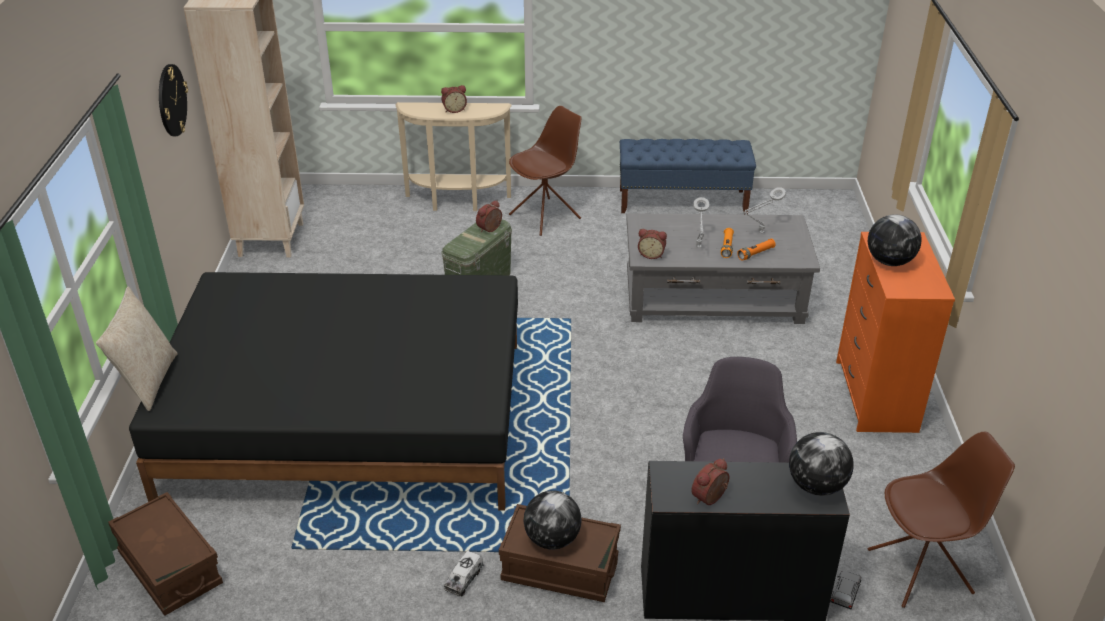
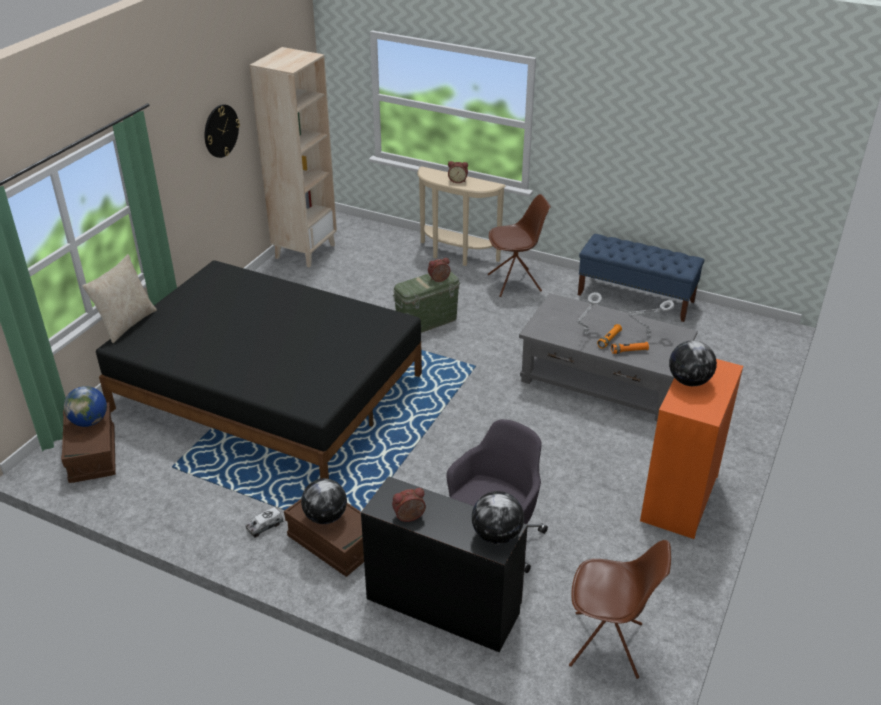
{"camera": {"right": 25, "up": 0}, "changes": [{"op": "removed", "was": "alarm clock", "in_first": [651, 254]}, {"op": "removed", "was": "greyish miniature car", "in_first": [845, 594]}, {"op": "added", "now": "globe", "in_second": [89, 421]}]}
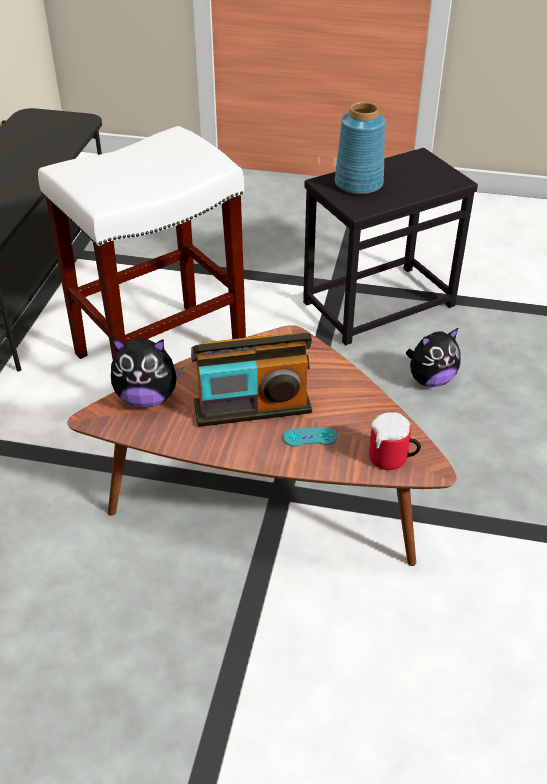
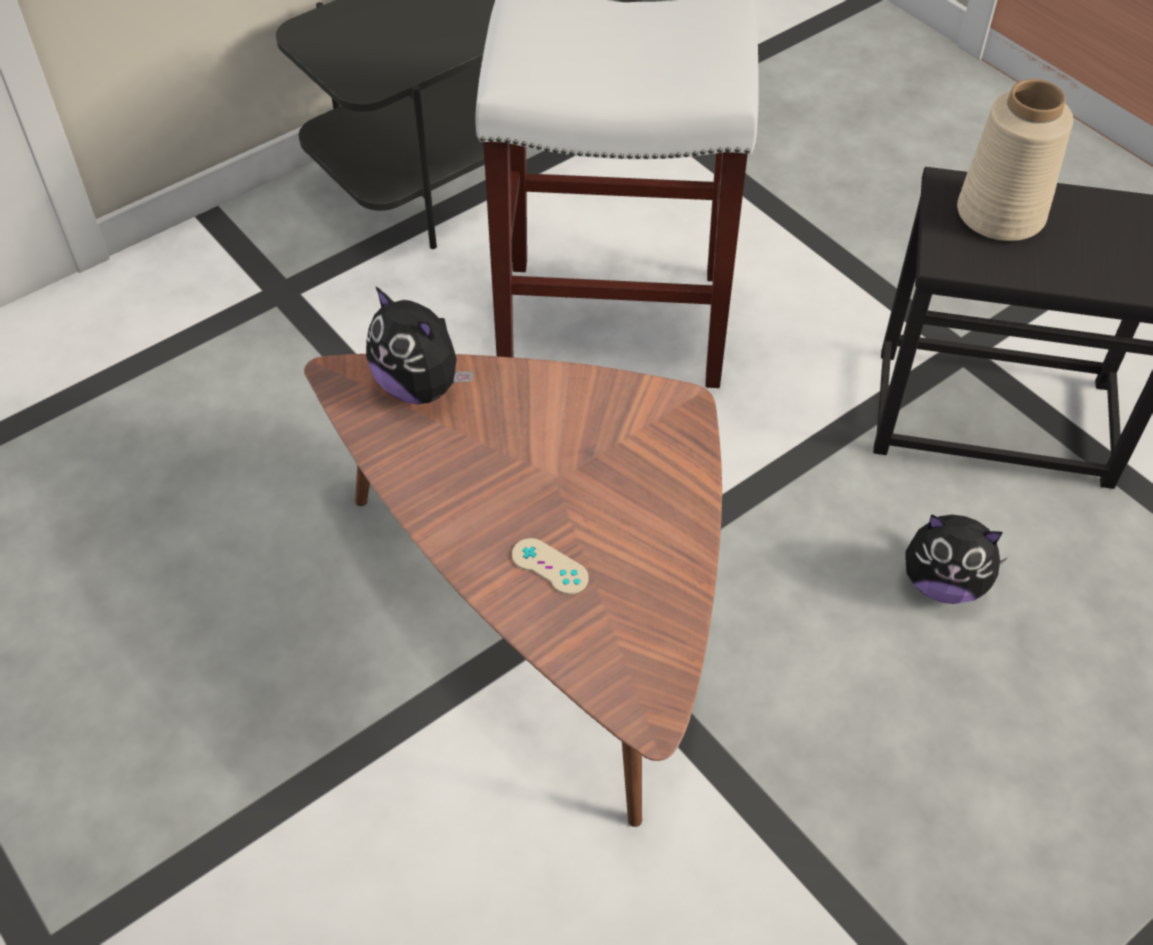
{"camera": {"right": 40, "up": 10}, "changes": [{"op": "recoloured", "was": "blue-coloured flower vase", "now": "beige flower vase", "in_first": [357, 184], "in_second": [999, 214]}, {"op": "removed", "was": "radio", "in_first": [252, 408]}, {"op": "removed", "was": "tea mug", "in_first": [392, 460]}, {"op": "recoloured", "was": "blue-green game controller", "now": "beige game controller", "in_first": [310, 437], "in_second": [550, 566]}]}
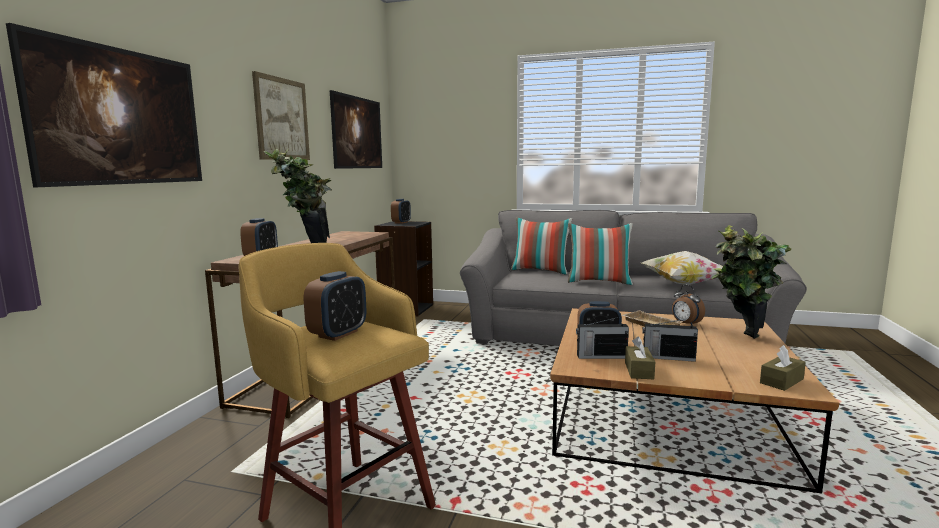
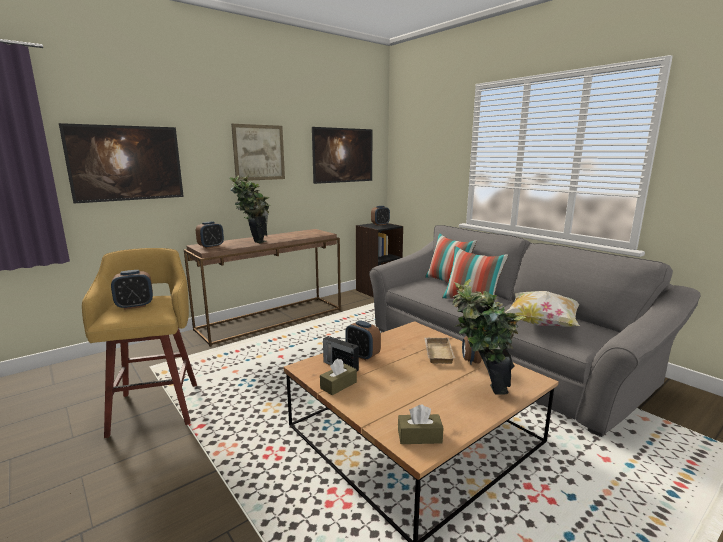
{"camera": {"right": 35, "up": 5}, "changes": [{"op": "removed", "was": "radio", "in_first": [667, 357]}]}
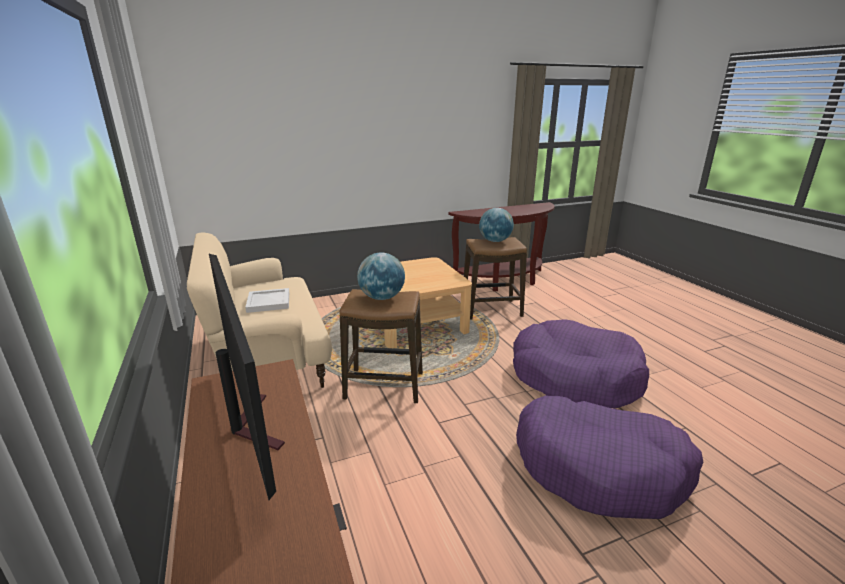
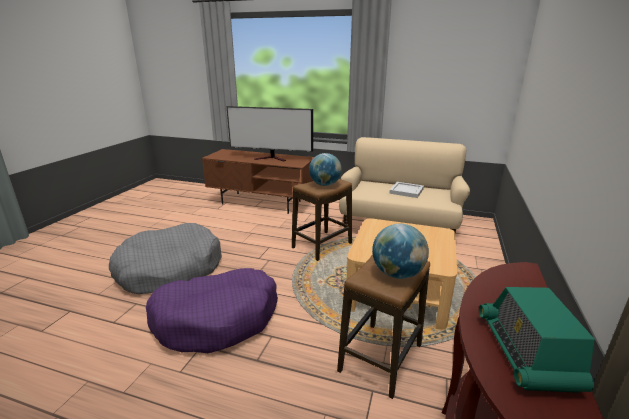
{"camera": {"right": 130, "up": 0}, "changes": [{"op": "recoloured", "was": "purple-coloured pet bed", "now": "greyish pet bed", "in_first": [600, 468], "in_second": [169, 269]}, {"op": "added", "now": "radio", "in_second": [526, 352]}]}
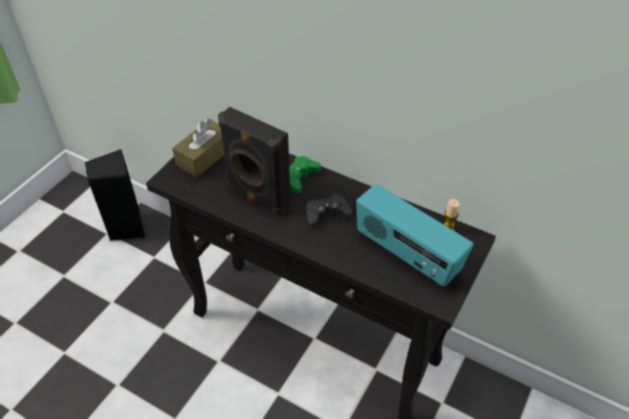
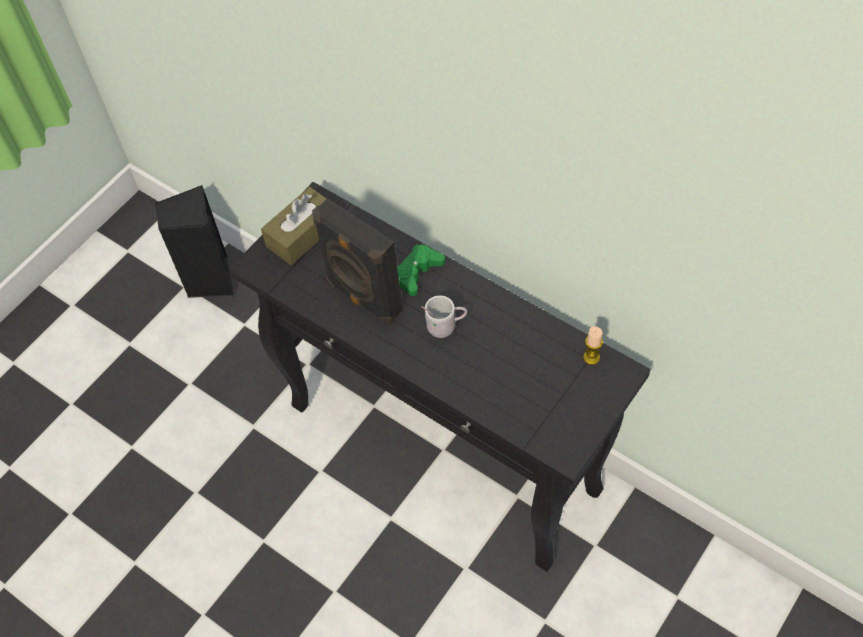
{"camera": {"right": 10, "up": 10}, "changes": [{"op": "removed", "was": "radio", "in_first": [406, 254]}, {"op": "replaced", "was": "black game controller", "now": "white tea mug", "in_first": [327, 214], "in_second": [445, 327]}]}
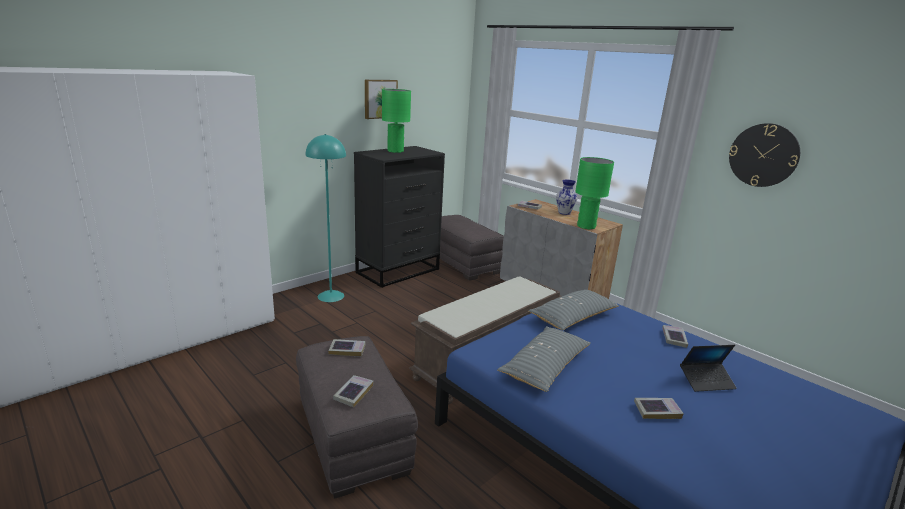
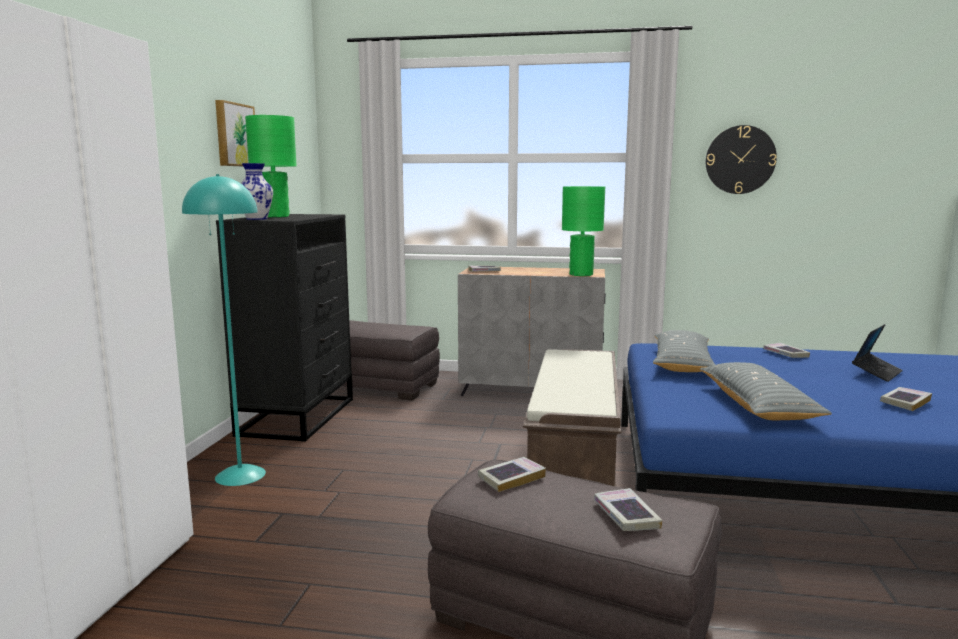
{"camera": {"right": -35, "up": -10}, "changes": [{"op": "moved", "was": "flower vase", "in_first": [564, 213], "in_second": [256, 219]}]}
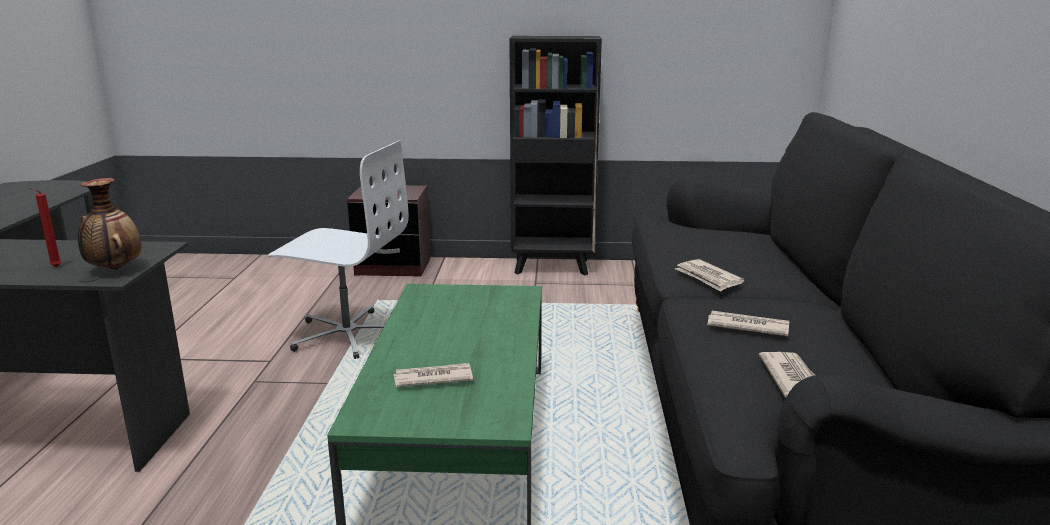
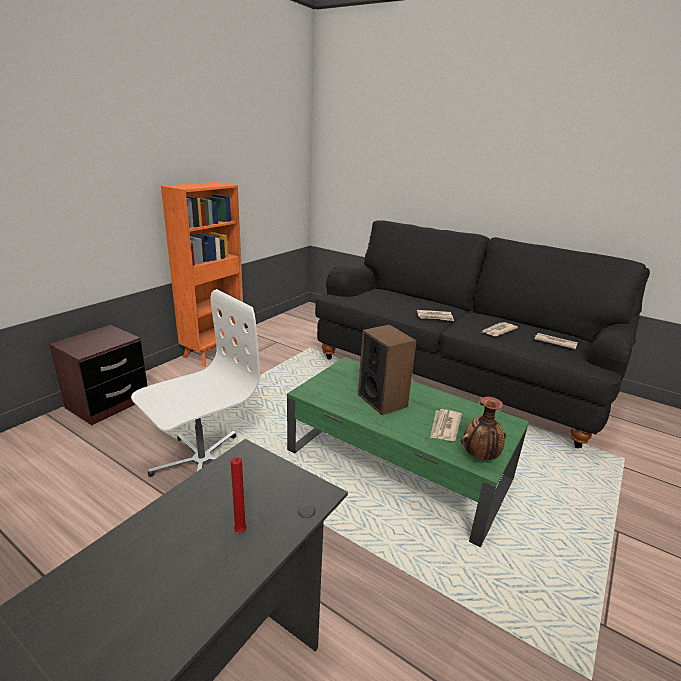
{"camera": {"right": -60, "up": 5}, "changes": [{"op": "recoloured", "was": "black bookshelf", "now": "orangey bookshelf", "in_first": [553, 267], "in_second": [214, 352]}, {"op": "moved", "was": "flower vase", "in_first": [114, 269], "in_second": [480, 456]}, {"op": "added", "now": "speaker", "in_second": [382, 400]}]}
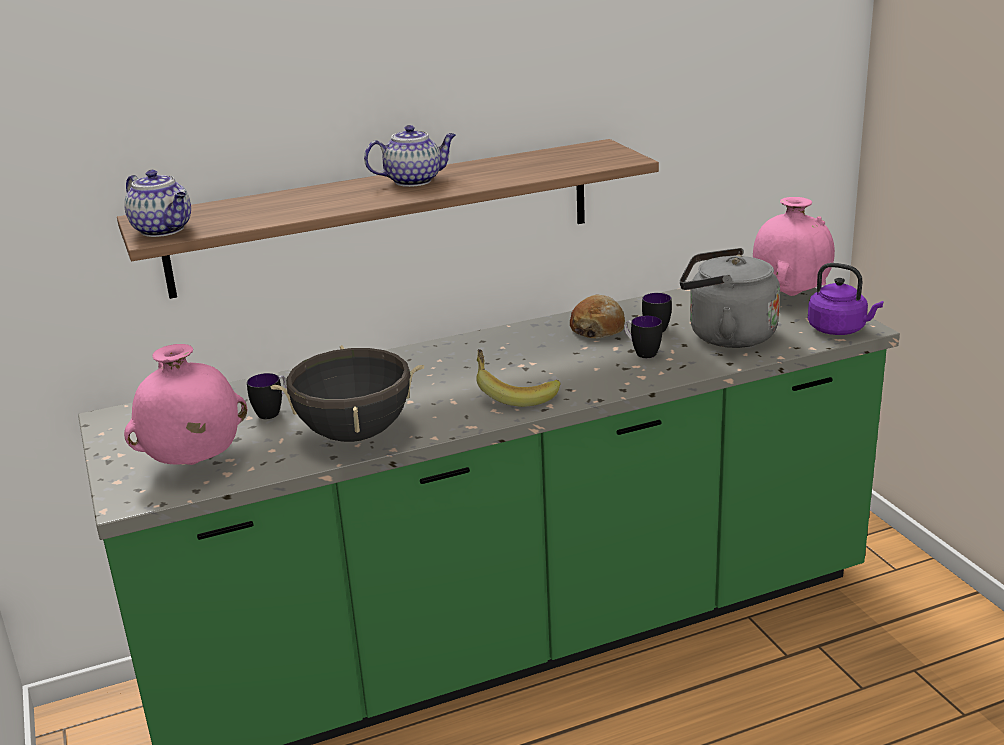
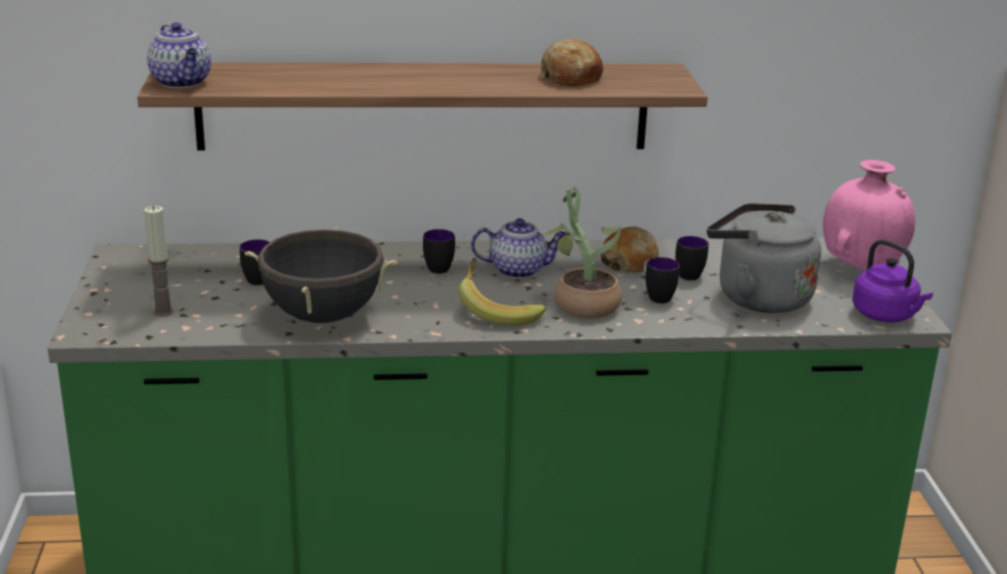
{"camera": {"right": 15, "up": 0}, "changes": [{"op": "moved", "was": "teapot", "in_first": [414, 181], "in_second": [519, 270]}, {"op": "replaced", "was": "pink-coloured flower vase", "now": "wax light", "in_first": [194, 463], "in_second": [163, 312]}, {"op": "added", "now": "bakery bread", "in_second": [570, 78]}, {"op": "added", "now": "potted plant", "in_second": [580, 303]}, {"op": "added", "now": "tea mug", "in_second": [435, 267]}]}
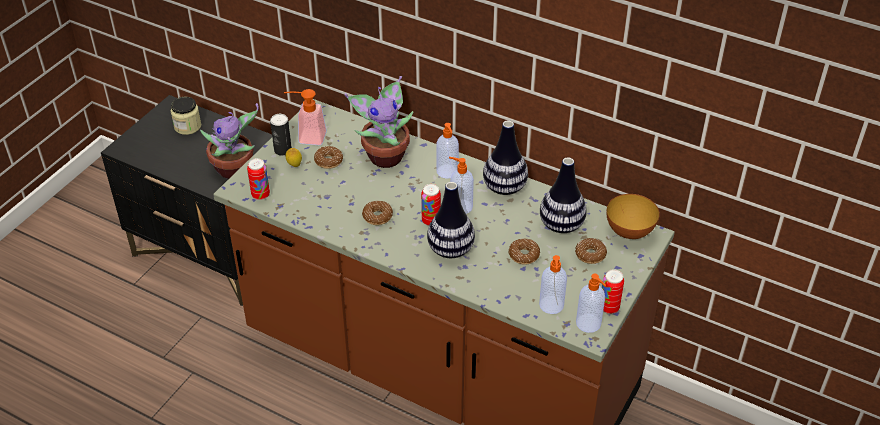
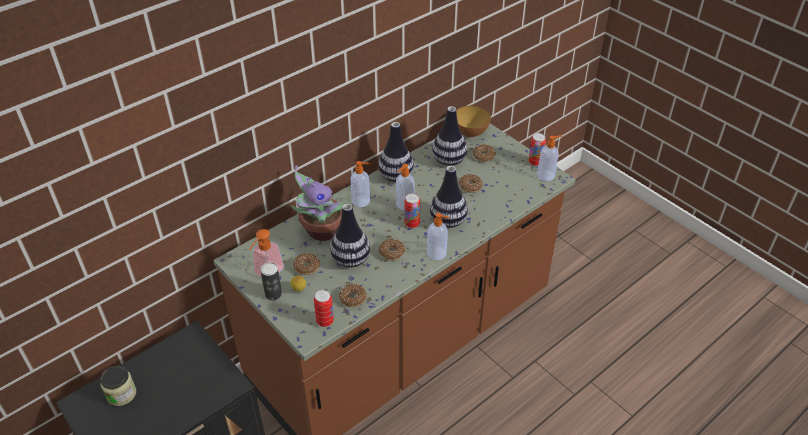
{"camera": {"right": -70, "up": 0}, "changes": [{"op": "removed", "was": "potted plant", "in_first": [234, 170]}, {"op": "moved", "was": "soap dispenser", "in_first": [551, 306], "in_second": [437, 253]}, {"op": "added", "now": "flower vase", "in_second": [350, 260]}, {"op": "added", "now": "doughnut", "in_second": [353, 298]}]}
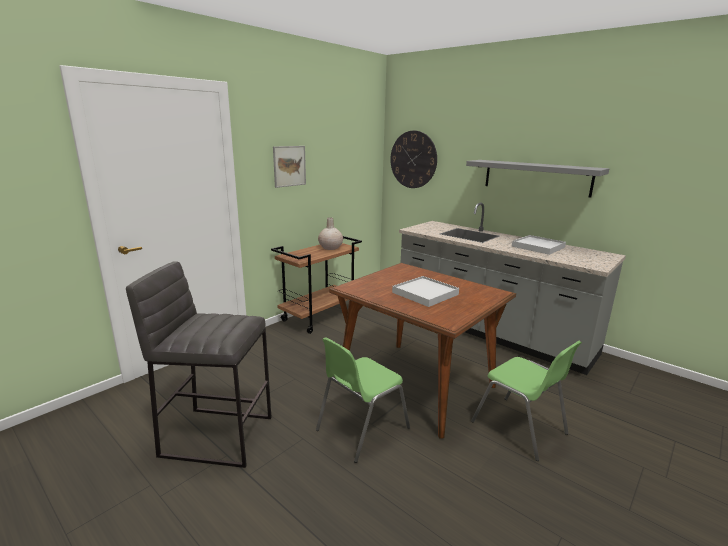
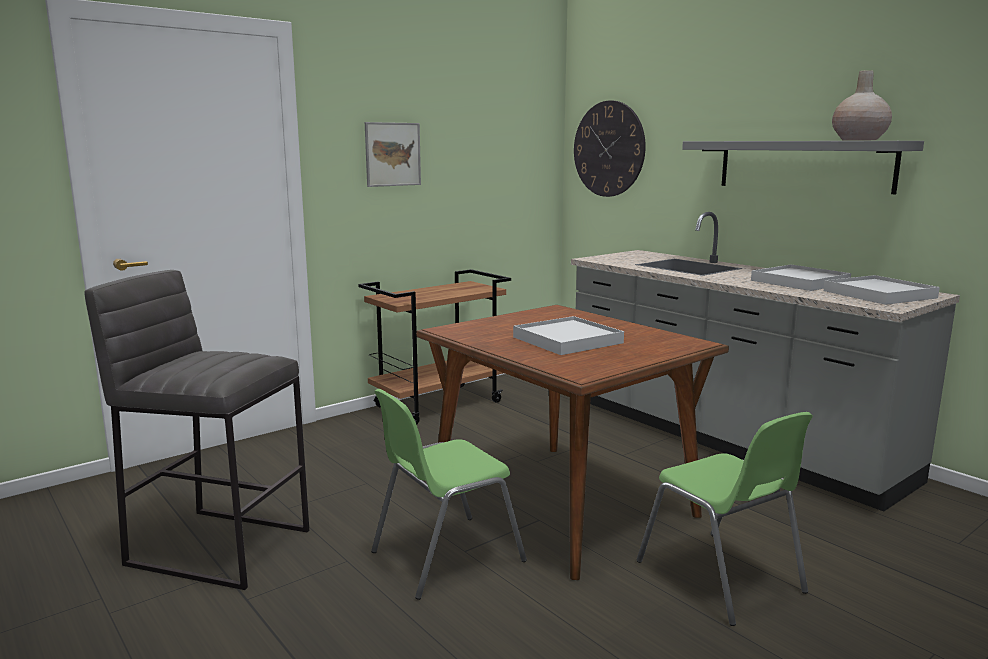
{"camera": {"right": 10, "up": -5}, "changes": [{"op": "moved", "was": "beige flower vase", "in_first": [330, 248], "in_second": [858, 140]}, {"op": "added", "now": "white carrying tray", "in_second": [878, 294]}]}
